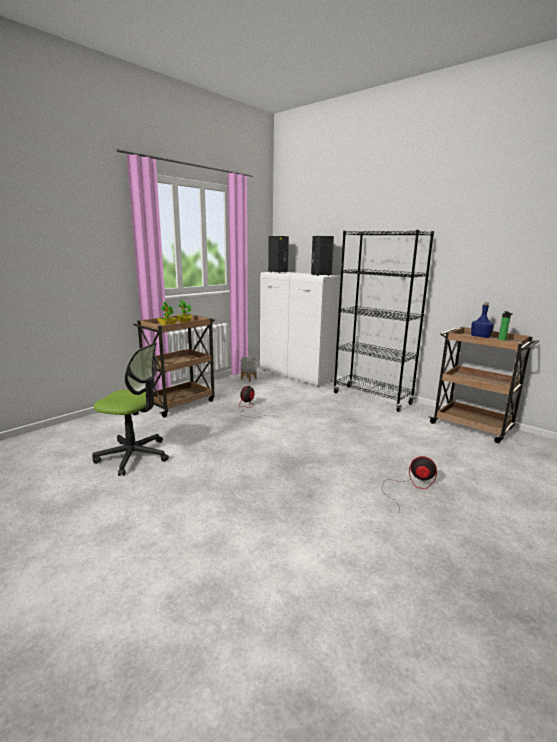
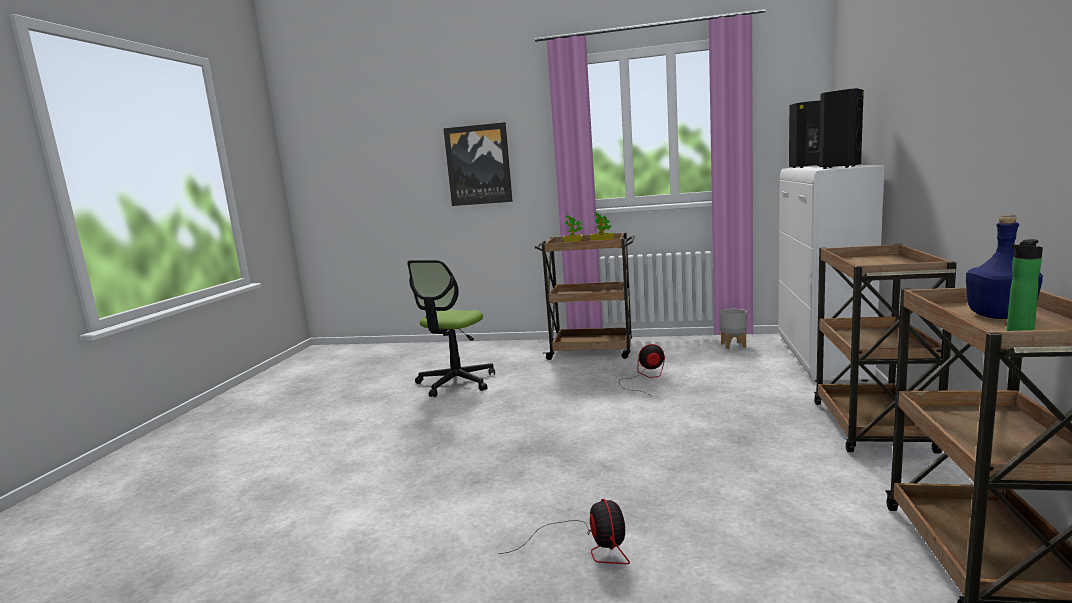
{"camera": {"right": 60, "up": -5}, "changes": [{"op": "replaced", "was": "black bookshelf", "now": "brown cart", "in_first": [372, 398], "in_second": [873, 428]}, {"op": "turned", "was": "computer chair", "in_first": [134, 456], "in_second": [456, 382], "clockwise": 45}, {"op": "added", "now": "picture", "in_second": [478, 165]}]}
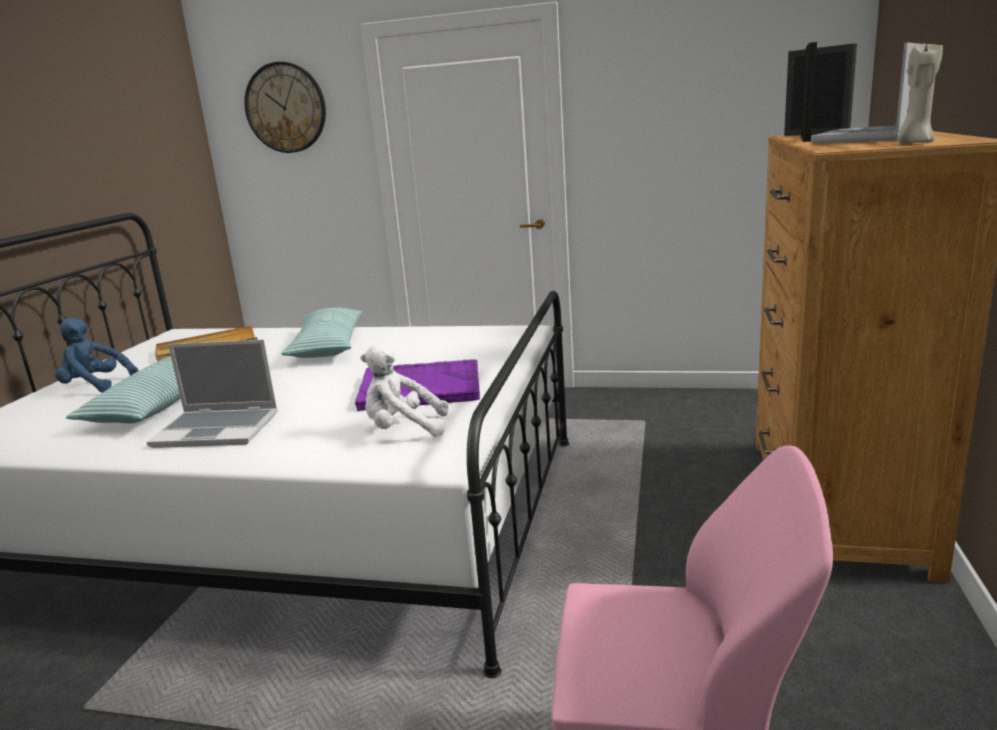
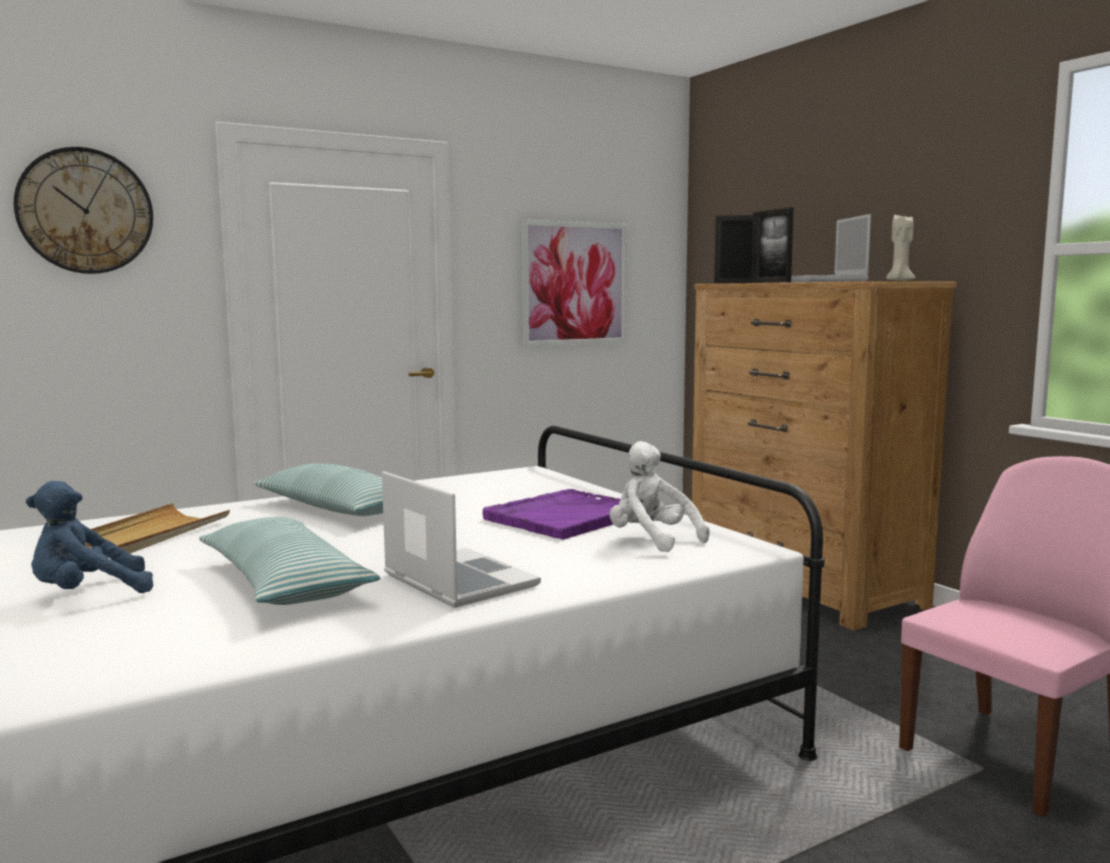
{"camera": {"right": -45, "up": -10}, "changes": [{"op": "turned", "was": "laptop", "in_first": [218, 429], "in_second": [457, 581], "clockwise": -90}, {"op": "turned", "was": "white cuddly toy", "in_first": [403, 429], "in_second": [651, 540], "clockwise": 90}, {"op": "added", "now": "picture", "in_second": [575, 283]}]}
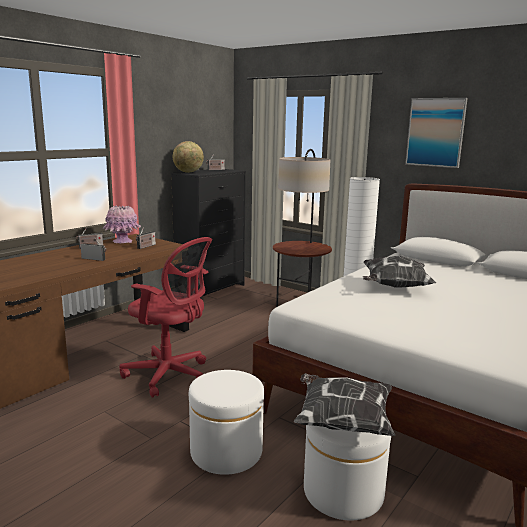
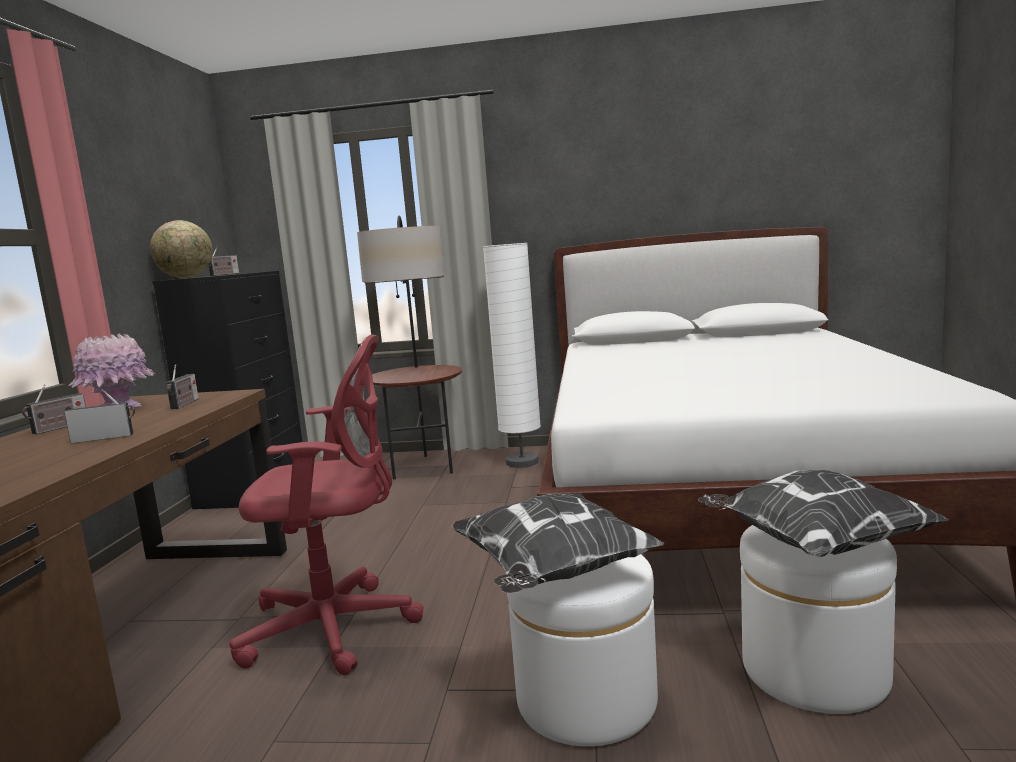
{"camera": {"right": -30, "up": -5}, "changes": [{"op": "removed", "was": "picture", "in_first": [435, 132]}, {"op": "moved", "was": "throw pillow", "in_first": [394, 287], "in_second": [552, 574]}]}
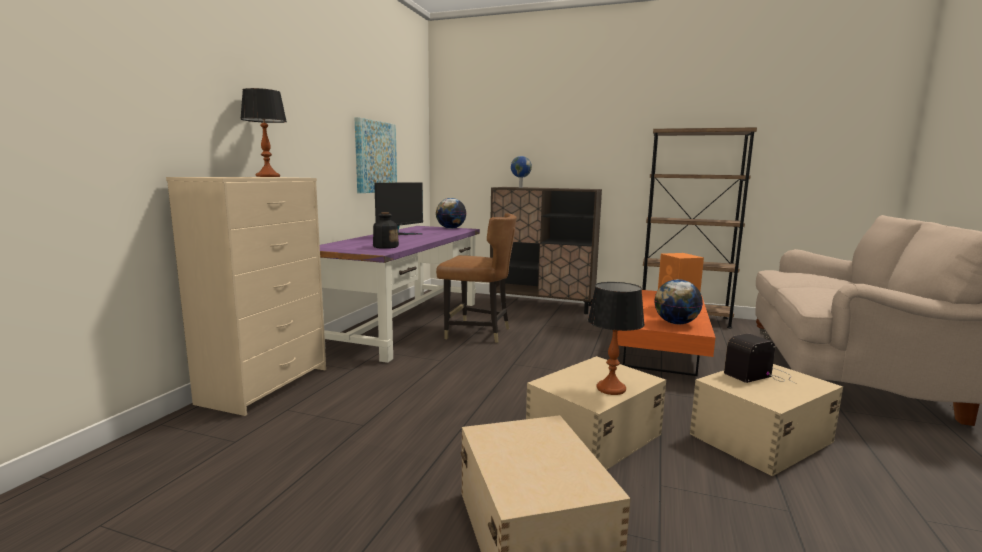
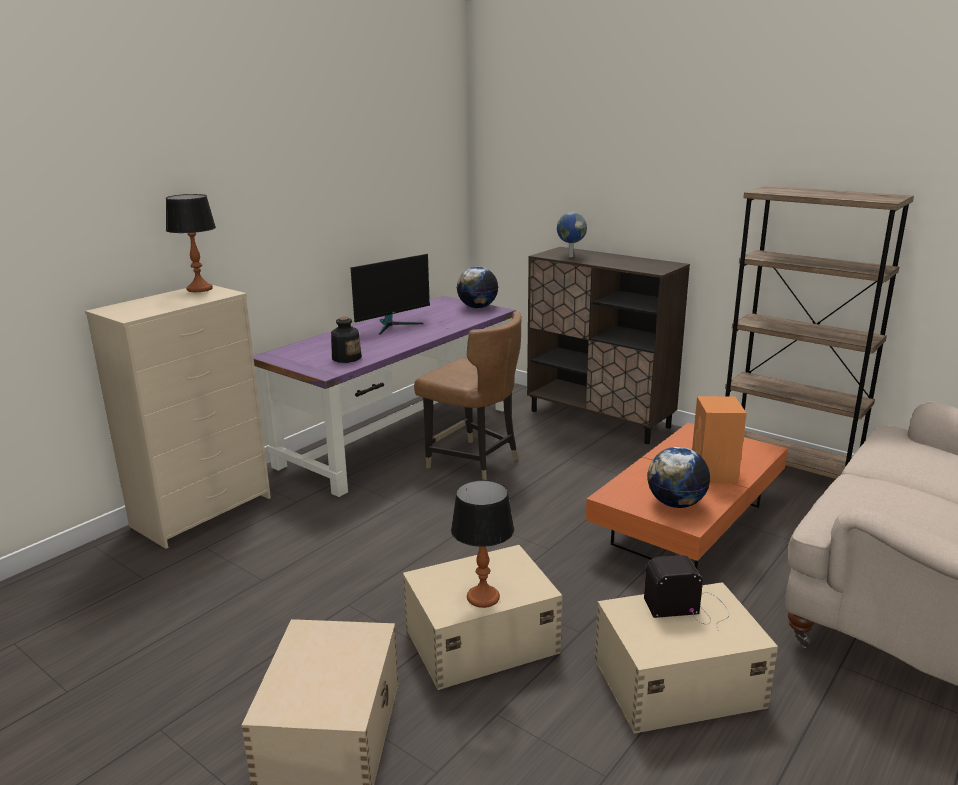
{"camera": {"right": 20, "up": 10}, "changes": [{"op": "removed", "was": "picture", "in_first": [375, 157]}]}
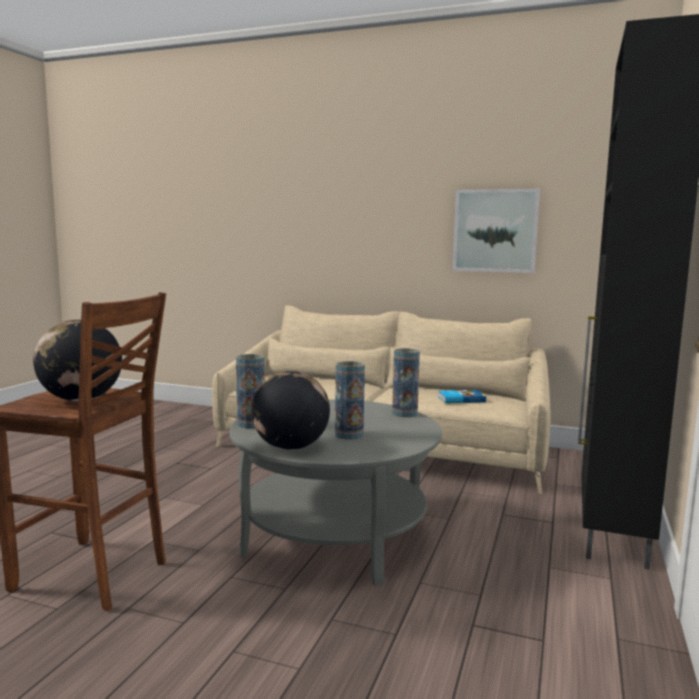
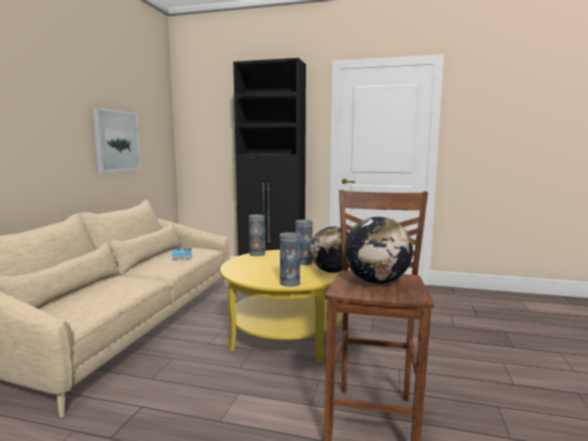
{"camera": {"right": -95, "up": 0}, "changes": [{"op": "recoloured", "was": "greyish low table", "now": "yellowish low table", "in_first": [335, 535], "in_second": [287, 334]}]}
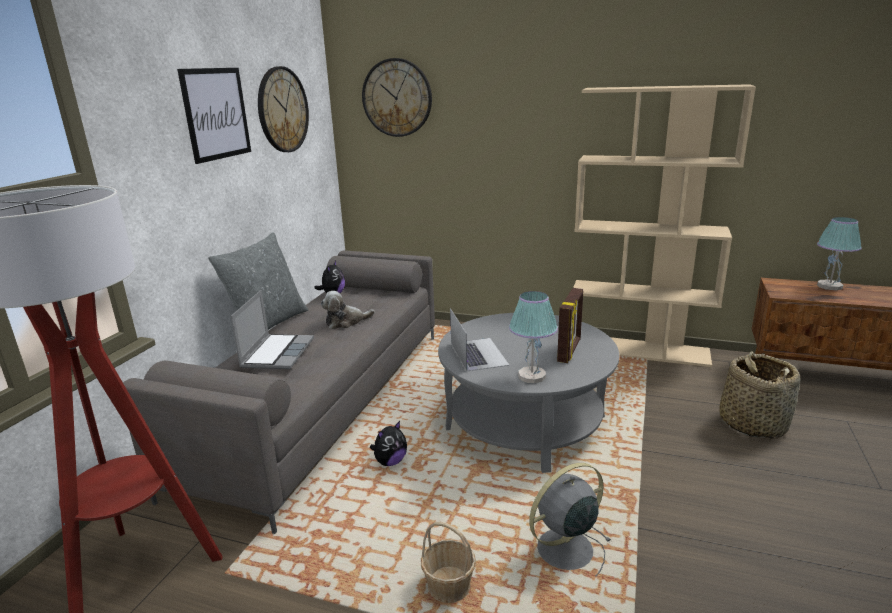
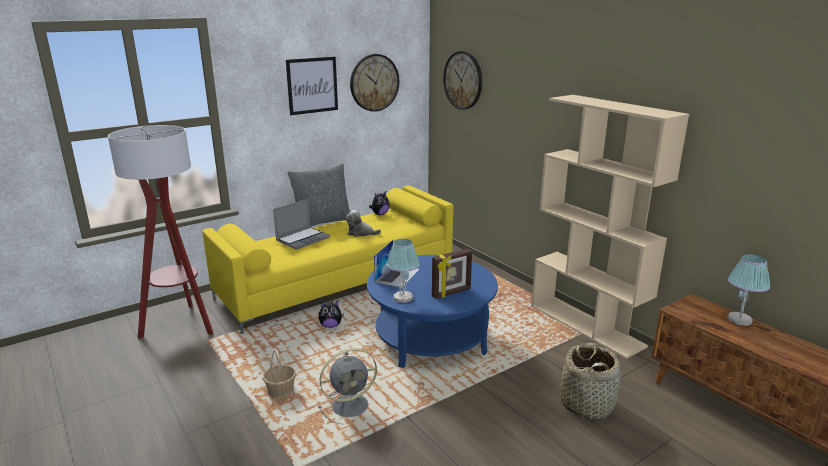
{"camera": {"right": 35, "up": 0}, "changes": [{"op": "recoloured", "was": "greyish sofa", "now": "yellowish sofa", "in_first": [323, 403], "in_second": [339, 282]}, {"op": "recoloured", "was": "greyish low table", "now": "blue-coloured low table", "in_first": [525, 422], "in_second": [431, 337]}, {"op": "turned", "was": "greyish fan", "in_first": [562, 550], "in_second": [352, 405], "clockwise": 150}]}
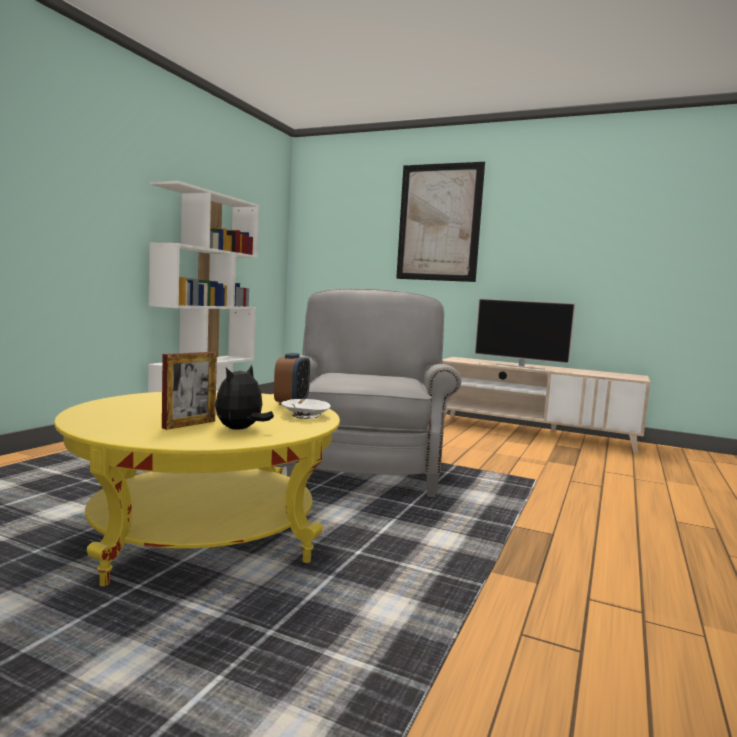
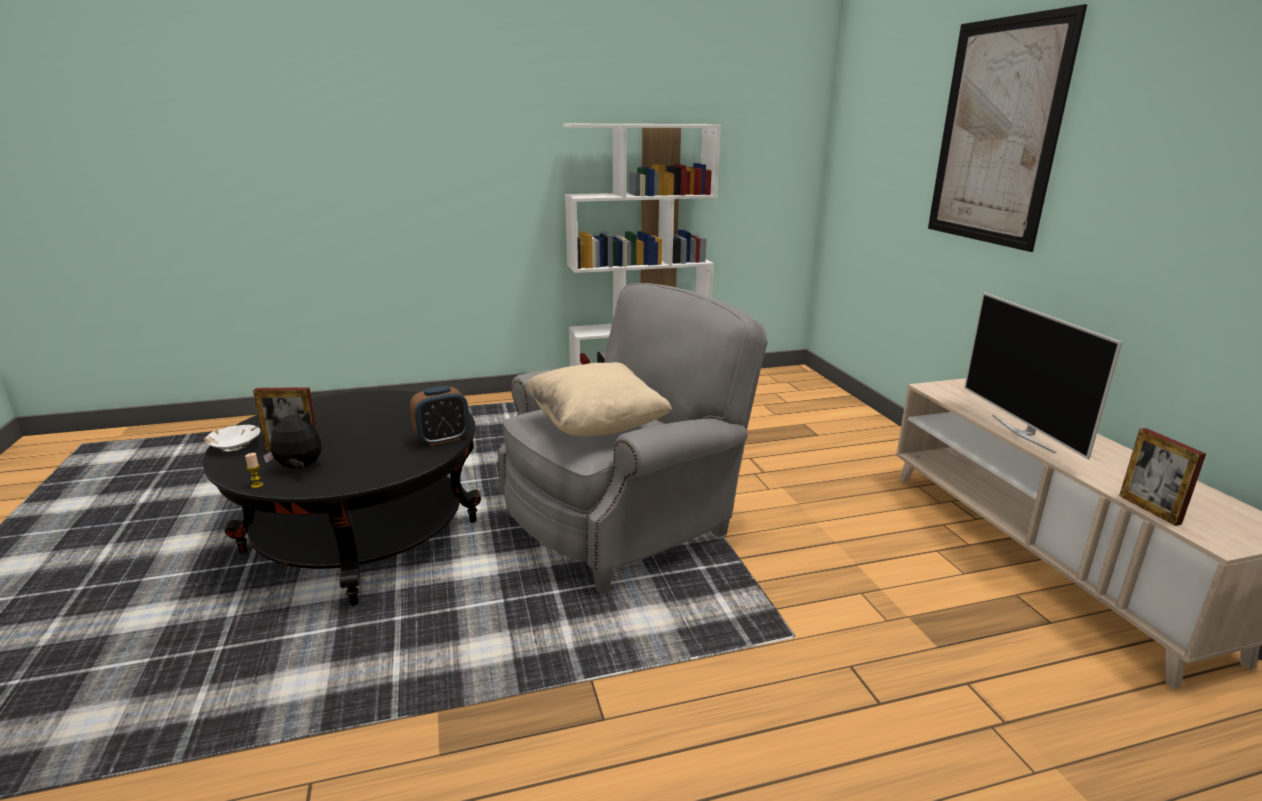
{"camera": {"right": 50, "up": 15}, "changes": [{"op": "recoloured", "was": "yellowish low table", "now": "black low table", "in_first": [204, 533], "in_second": [363, 536]}, {"op": "moved", "was": "white serving bowl", "in_first": [304, 415], "in_second": [235, 445]}, {"op": "added", "now": "beige throw pillow", "in_second": [596, 426]}, {"op": "added", "now": "photo frame", "in_second": [1149, 509]}, {"op": "added", "now": "wax light", "in_second": [257, 485]}]}
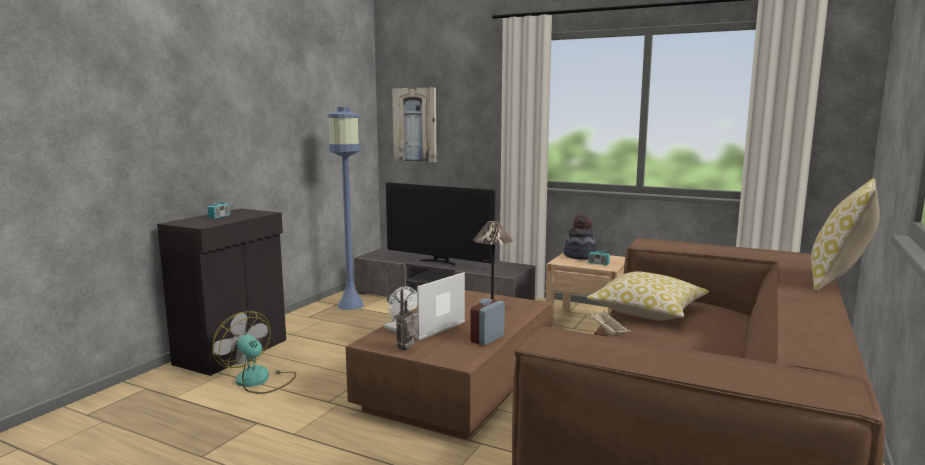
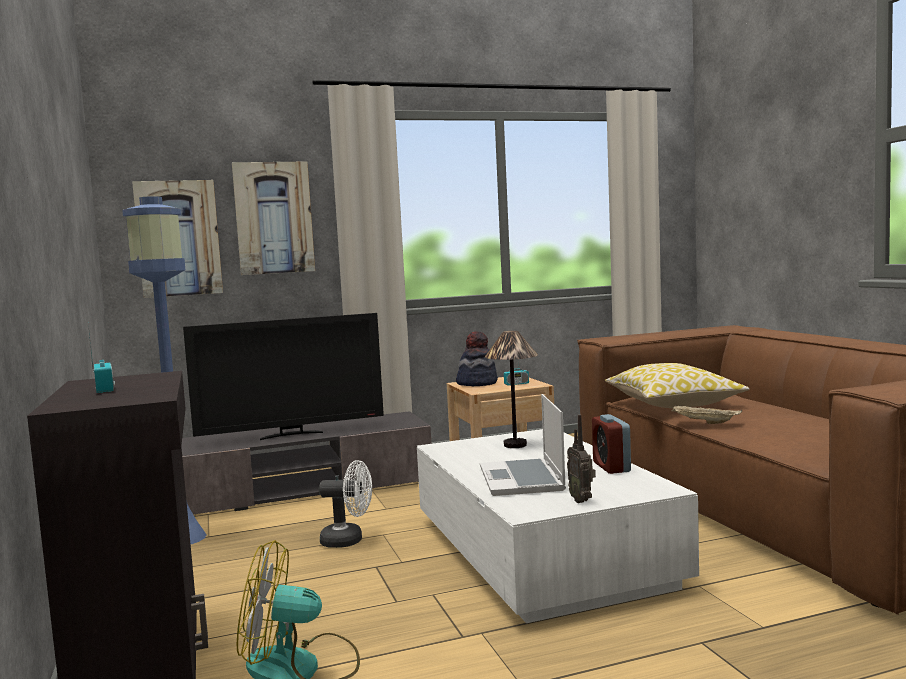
{"camera": {"right": -45, "up": -5}, "changes": [{"op": "removed", "was": "throw pillow", "in_first": [838, 281]}, {"op": "recoloured", "was": "brown low table", "now": "white low table", "in_first": [459, 383], "in_second": [541, 552]}, {"op": "added", "now": "picture", "in_second": [273, 218]}]}
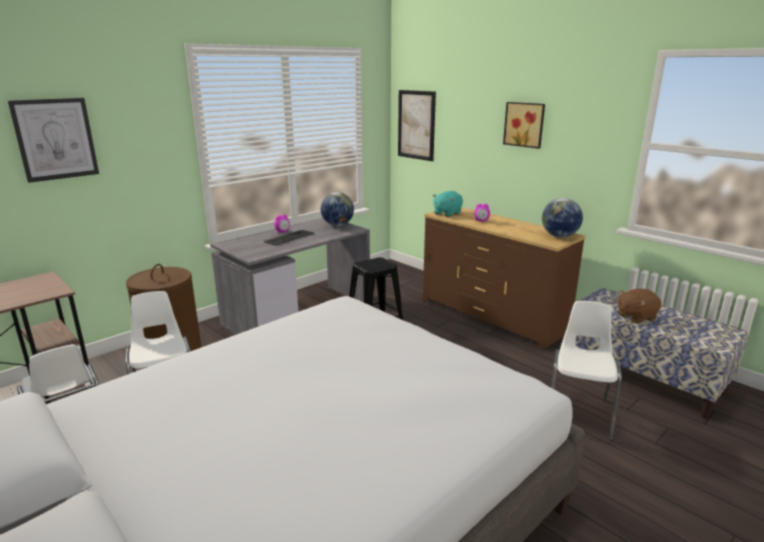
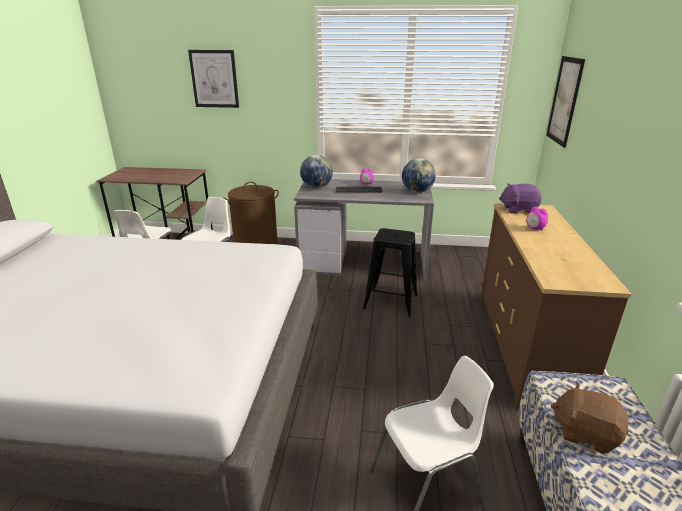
{"camera": {"right": 50, "up": 5}, "changes": [{"op": "removed", "was": "picture", "in_first": [525, 124]}, {"op": "recoloured", "was": "blue-green cuddly toy", "now": "purple-coloured cuddly toy", "in_first": [447, 213], "in_second": [518, 210]}, {"op": "moved", "was": "globe", "in_first": [559, 236], "in_second": [316, 187]}]}
